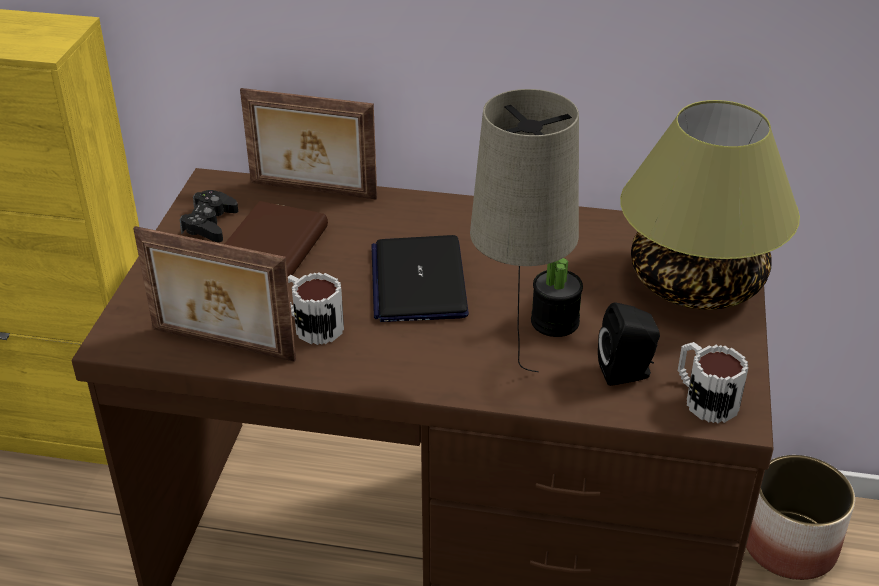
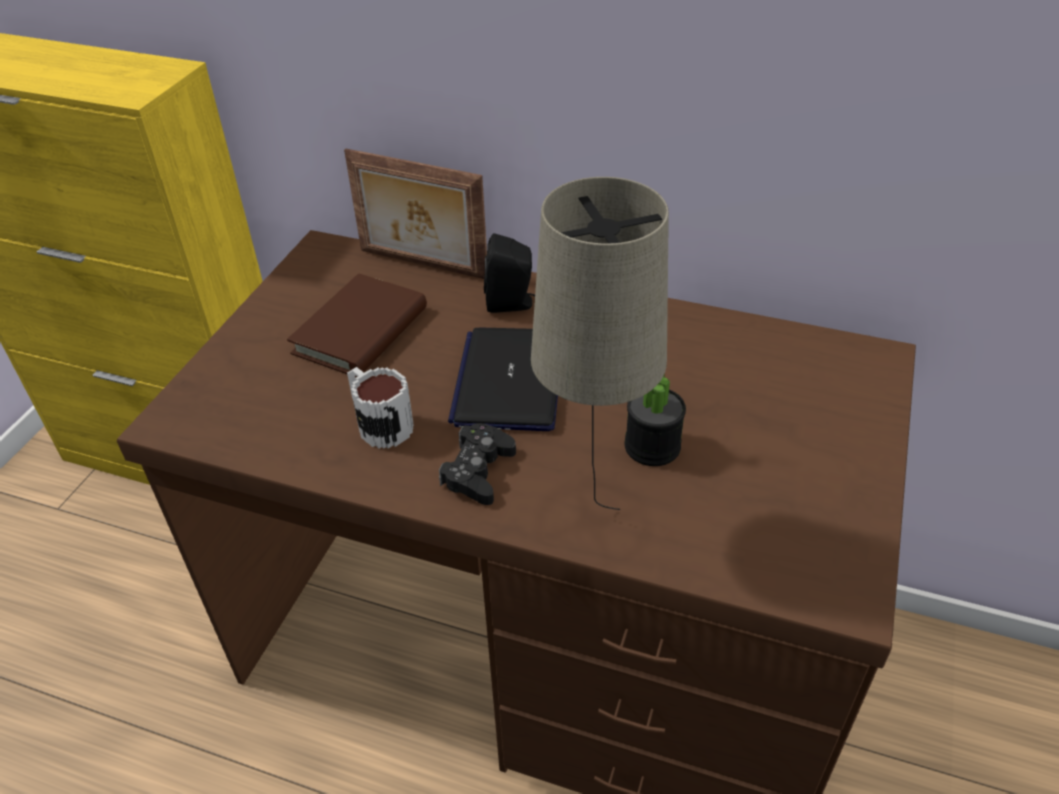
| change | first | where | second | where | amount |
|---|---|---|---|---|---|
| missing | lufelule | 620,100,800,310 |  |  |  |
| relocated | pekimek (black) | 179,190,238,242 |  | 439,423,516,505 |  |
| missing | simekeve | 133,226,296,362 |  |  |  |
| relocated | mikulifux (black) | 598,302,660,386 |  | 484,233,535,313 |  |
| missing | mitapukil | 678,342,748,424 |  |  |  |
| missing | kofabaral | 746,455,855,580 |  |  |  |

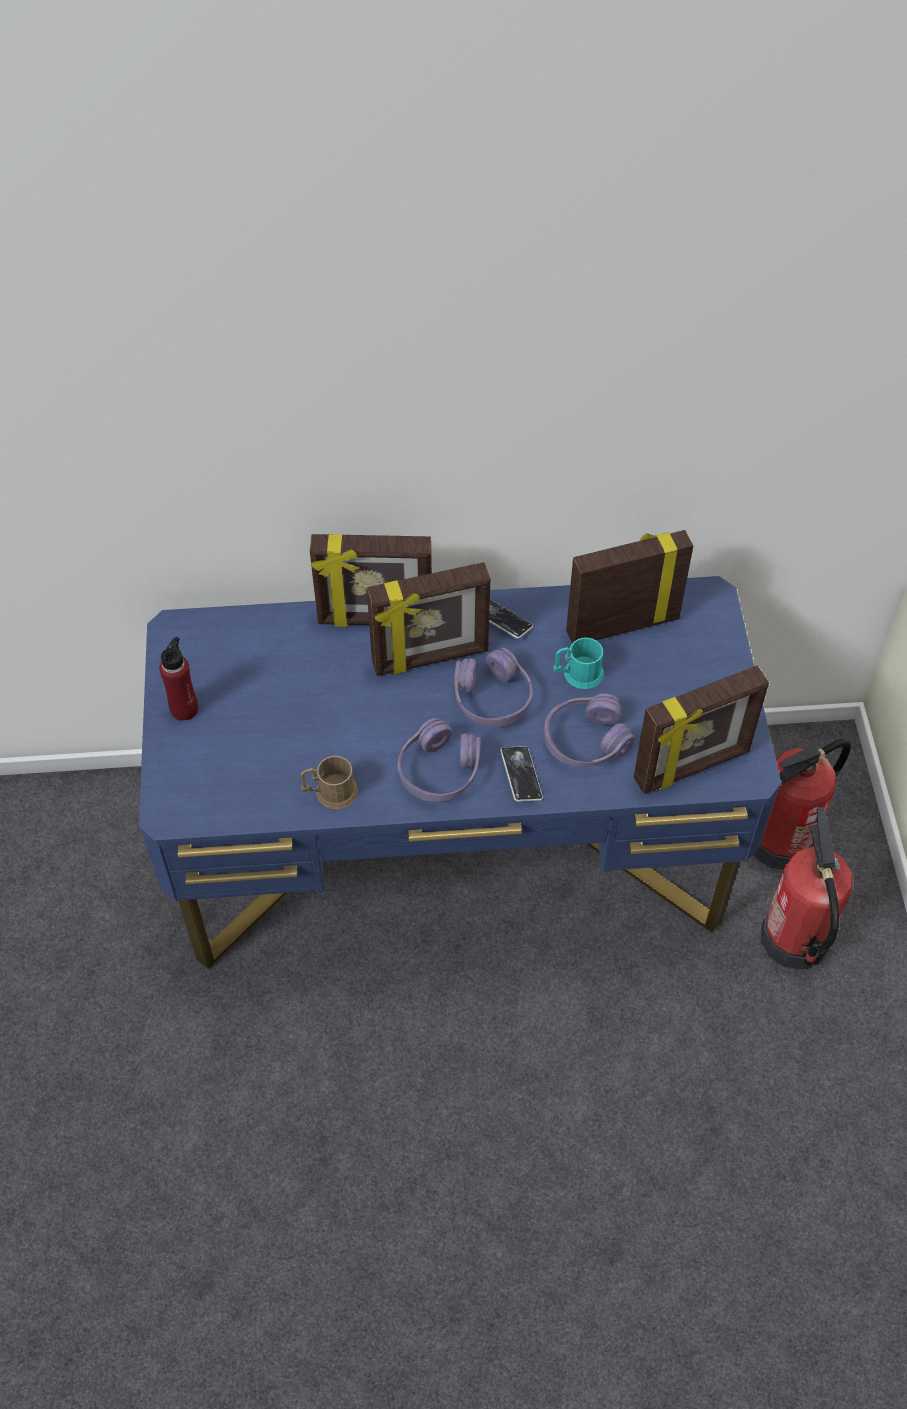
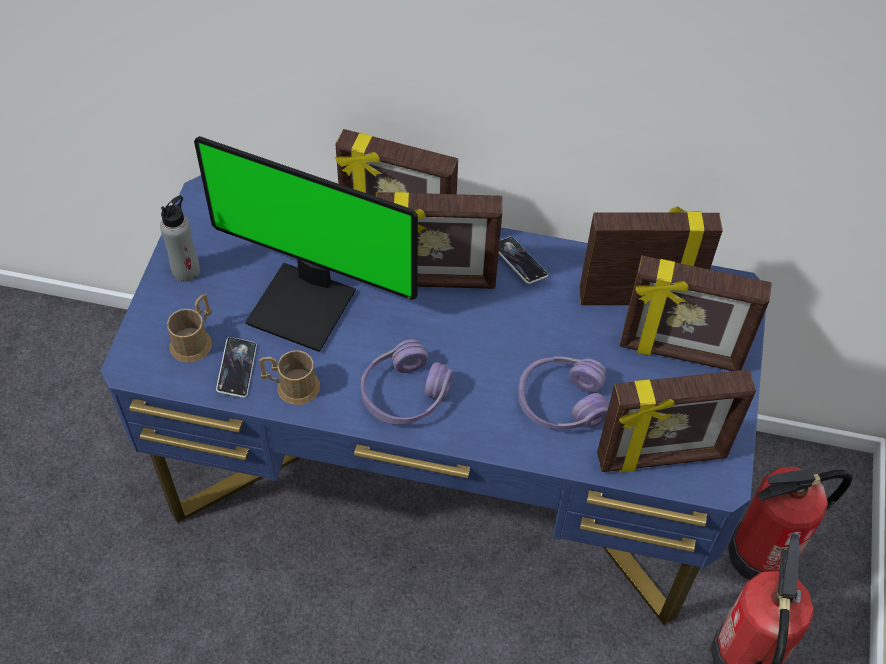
| change | first | where | second | where | amount |
|---|---|---|---|---|---|
| colour | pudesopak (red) | 159,637,198,721 | pudesopak (grey) | 160,196,200,282 |  |
| missing | mitapukil (turquoise) | 553,638,604,689 |  |  |  |
| missing | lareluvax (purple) | 454,648,533,727 |  |  |  |
| relocated | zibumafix | 500,746,543,802 |  | 216,337,257,398 |  |
| appeared |  |  | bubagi | 194,136,418,352 |  |
| appeared |  |  | simekeve | 620,256,772,371 |  |
| appeared |  |  | mitapukil (brown) | 167,294,212,363 |  |

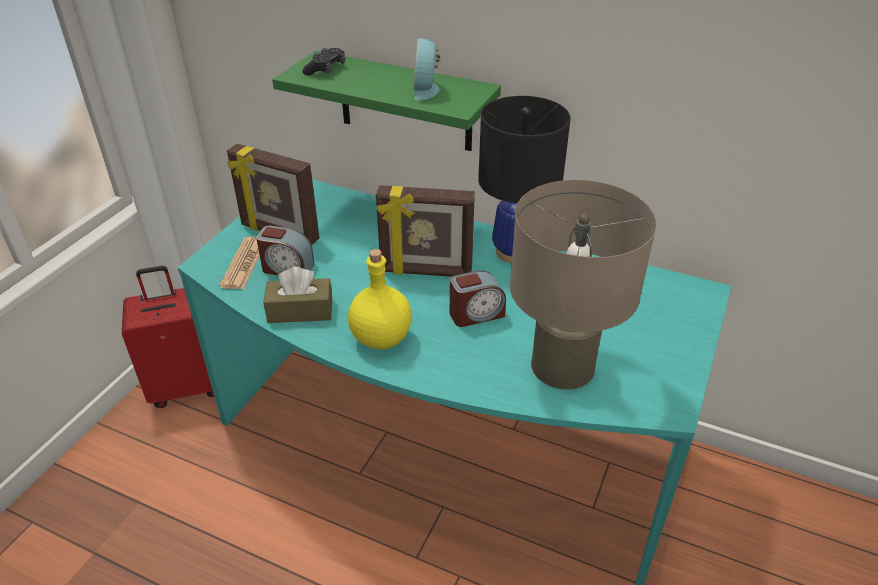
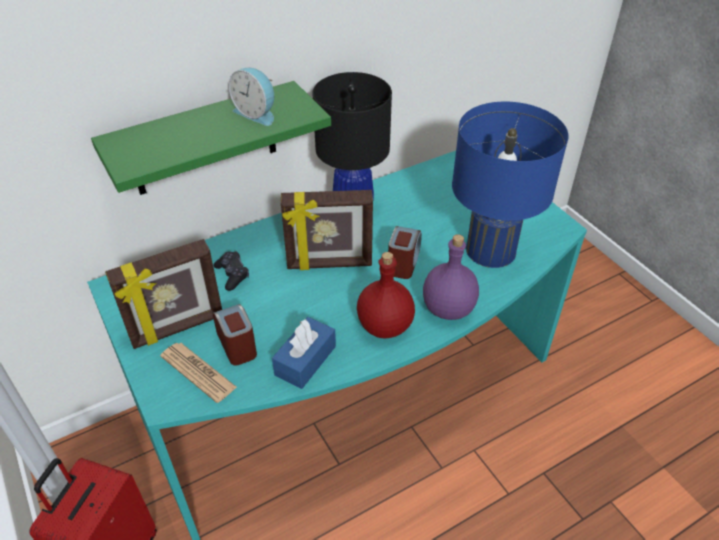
| change | first | where | second | where | amount |
|---|---|---|---|---|---|
| relocated | pekimek (black) | 303,48,345,75 |  | 213,251,249,291 |  |
| colour | lufelule (beige) | 510,180,656,389 | lufelule (blue) | 452,102,569,268 |  |
| spun | simekeve | 376,185,475,277 |  | 281,190,373,270 | 45 degrees clockwise |
| spun | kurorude | 256,226,314,275 |  | 213,304,257,366 | 75 degrees counterclockwise |
| colour | pudesopak (yellow) | 348,249,412,350 | pudesopak (red) | 357,252,415,339 |  |
| colour | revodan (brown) | 263,267,332,323 | revodan (blue) | 272,317,336,389 |  |
| appeared |  |  | pudesopak (purple) | 423,234,479,320 |  |

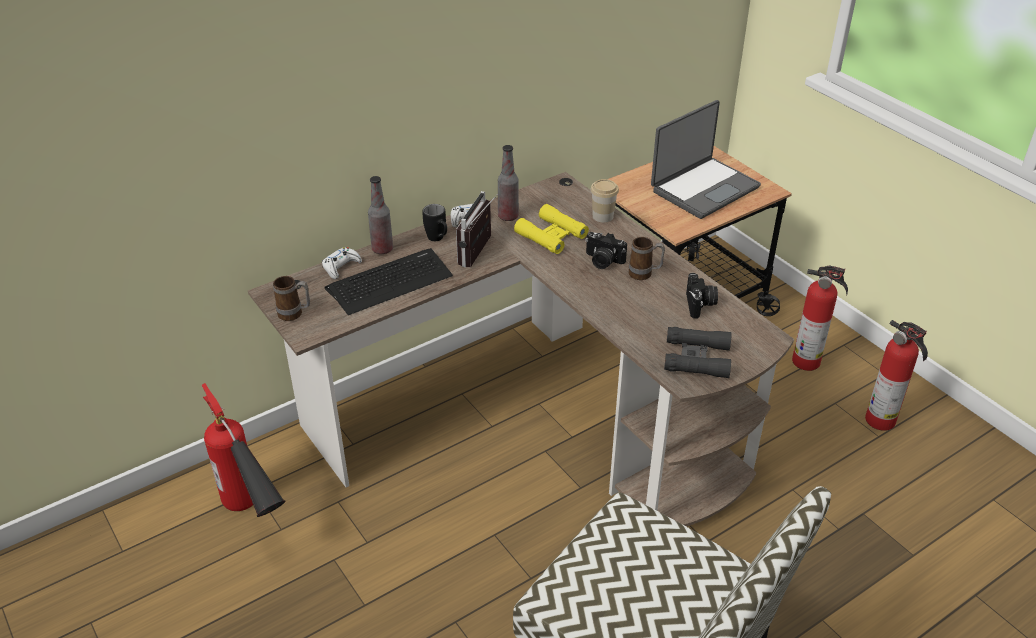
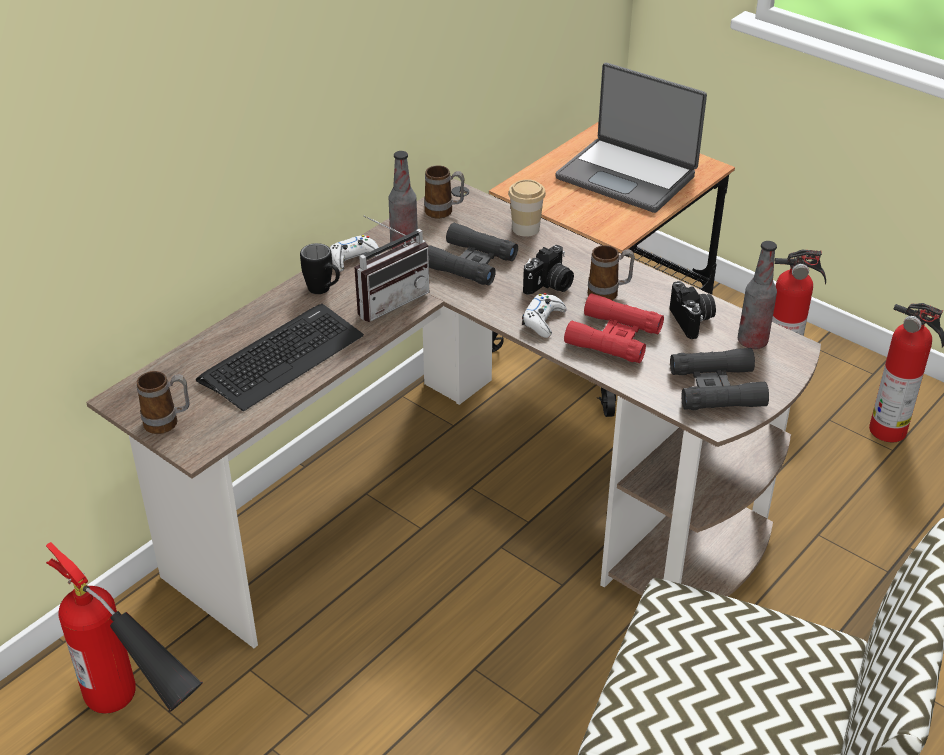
| change | first | where | second | where | amount |
|---|---|---|---|---|---|
| spun | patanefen | 651,100,761,219 |  | 555,63,707,213 | 90 degrees clockwise |
| relocated | pudesopak | 368,176,393,254 |  | 738,241,777,349 |  |
| spun | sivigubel | 456,191,498,267 |  | 354,216,429,322 | 135 degrees counterclockwise |
| colour | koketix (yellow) | 514,204,589,254 | koketix (black) | 428,223,518,286 |  |
| spun | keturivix | 585,232,627,269 |  | 523,245,574,295 | 60 degrees counterclockwise |
| relocated | pekimek (white) | 322,247,362,279 |  | 522,293,567,338 |  |
| appeared |  |  | mitapukil | 424,165,465,219 |  |
| appeared |  |  | koketix (red) | 564,293,664,363 |  |

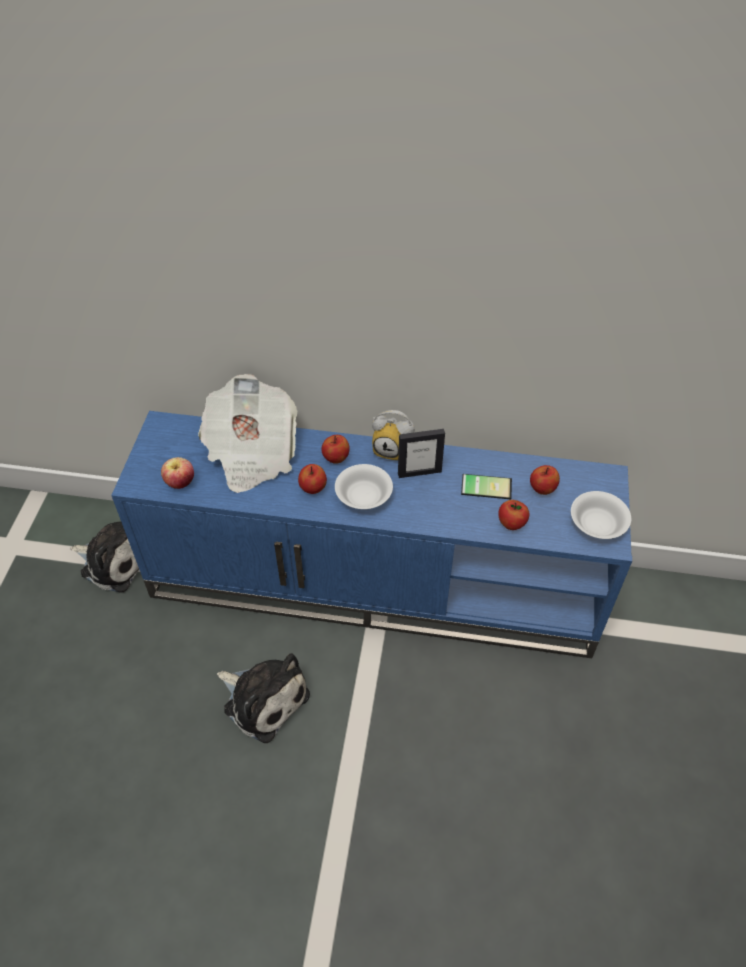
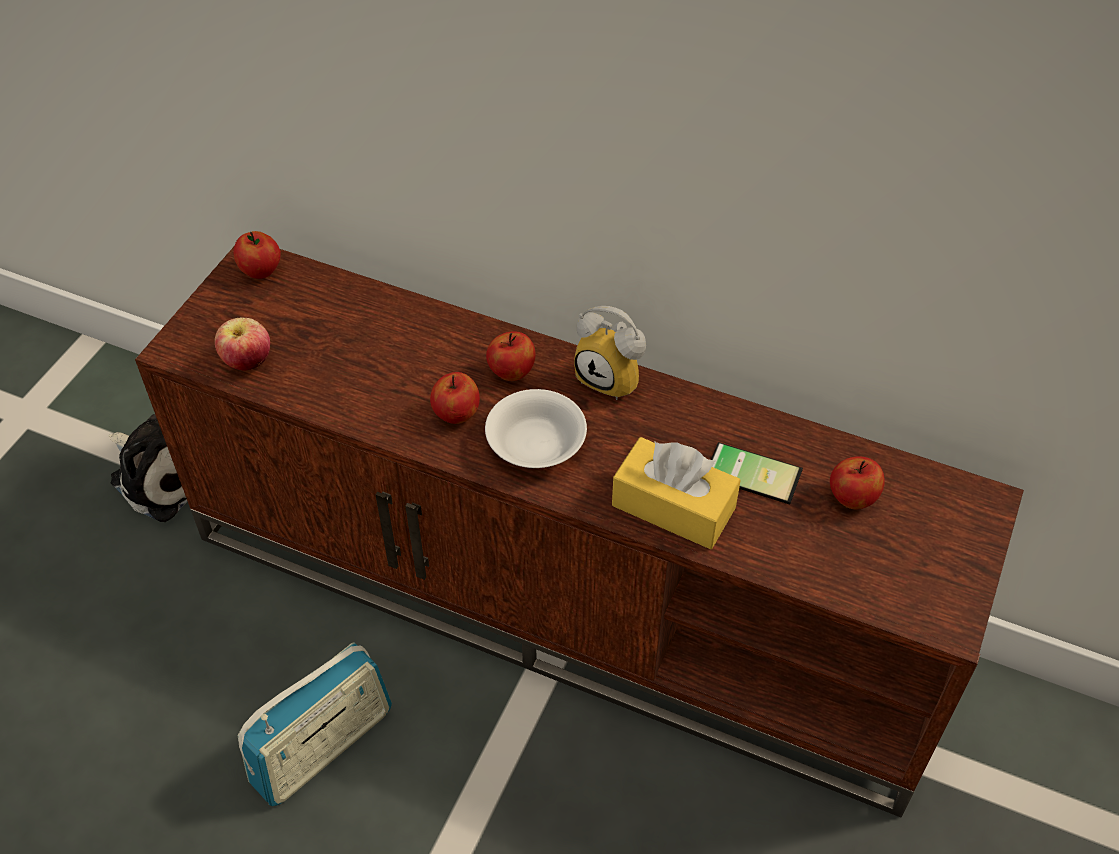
| change | first | where | second | where | amount |
|---|---|---|---|---|---|
| missing | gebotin | 198,374,298,493 |  |  |  |
| colour | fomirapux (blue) | 111,411,632,658 | fomirapux (brown) | 135,247,1024,817 |  |
| missing | simekeve | 398,429,445,478 |  |  |  |
| missing | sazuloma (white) | 571,491,631,539 |  |  |  |
| relocated | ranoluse | 498,500,529,530 |  | 234,231,281,279 |  |
| exchanged | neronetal | 217,653,310,743 | sivigubel | 237,642,392,807 |  |
| appeared |  |  | revodan (yellow) | 612,437,741,549 |  |

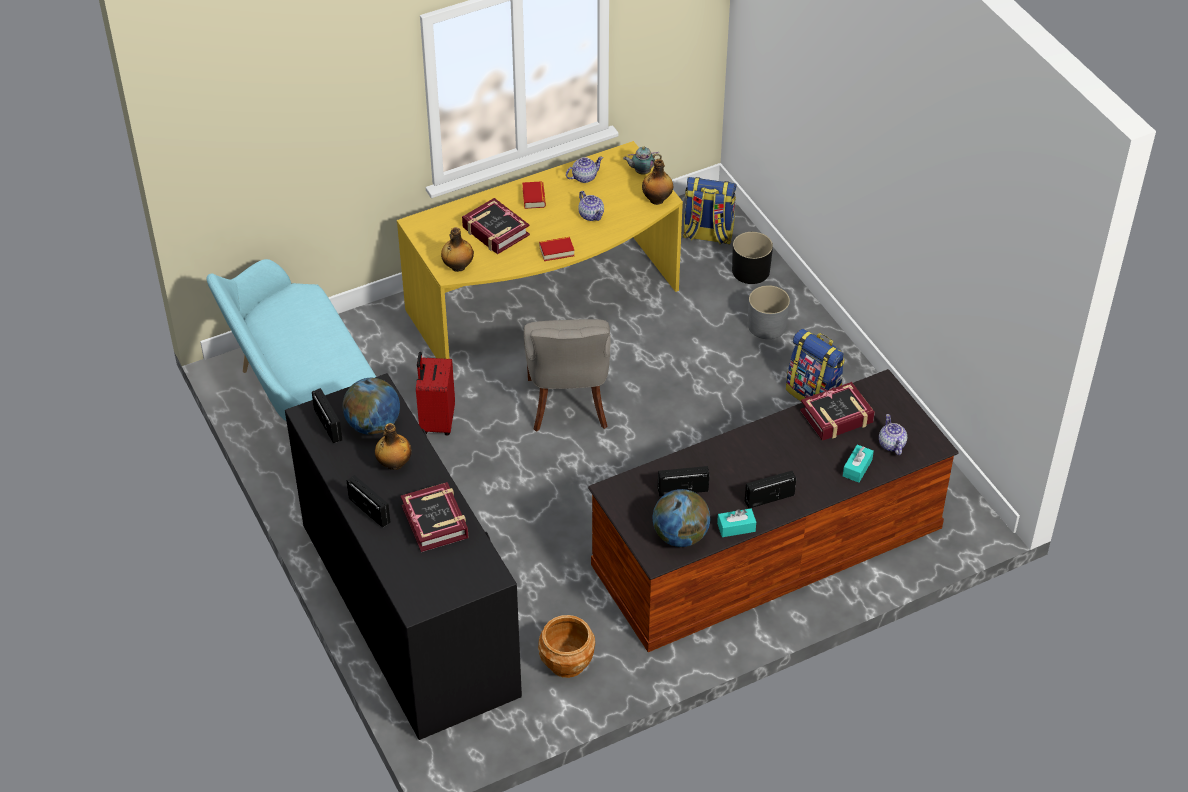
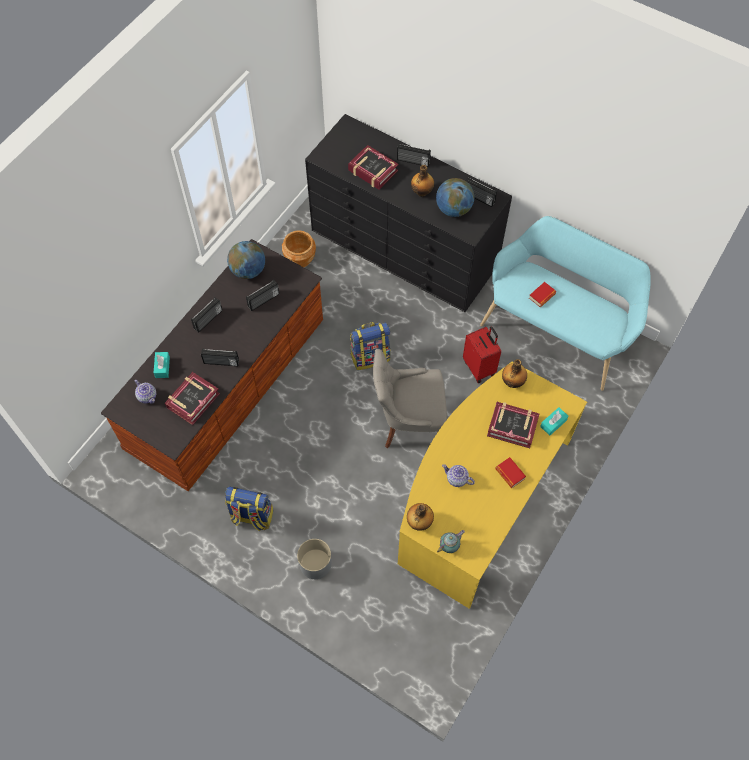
| change | first | where | second | where | amount |
|---|---|---|---|---|---|
| missing | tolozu | 566,156,603,183 |  |  |  |
| relocated | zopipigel | 683,177,737,244 |  | 350,322,391,370 |  |
| missing | kofabaral (black) | 732,232,773,284 |  |  |  |
| relocated | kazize | 539,237,574,261 |  | 529,282,556,307 |  |
| spun | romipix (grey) | 524,319,610,432 |  | 373,349,447,448 | 60 degrees counterclockwise |
| relocated | revodan (turquoise) | 717,508,756,537 |  | 540,407,568,435 |  |
| appeared |  |  | sivigubel | 201,348,239,366 |  |

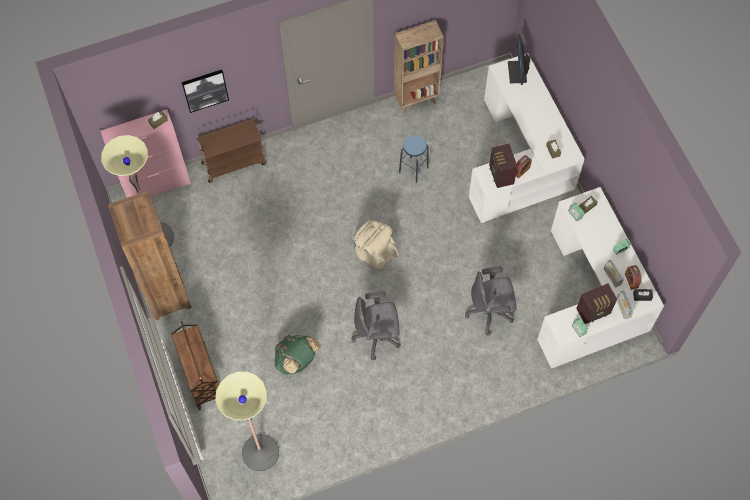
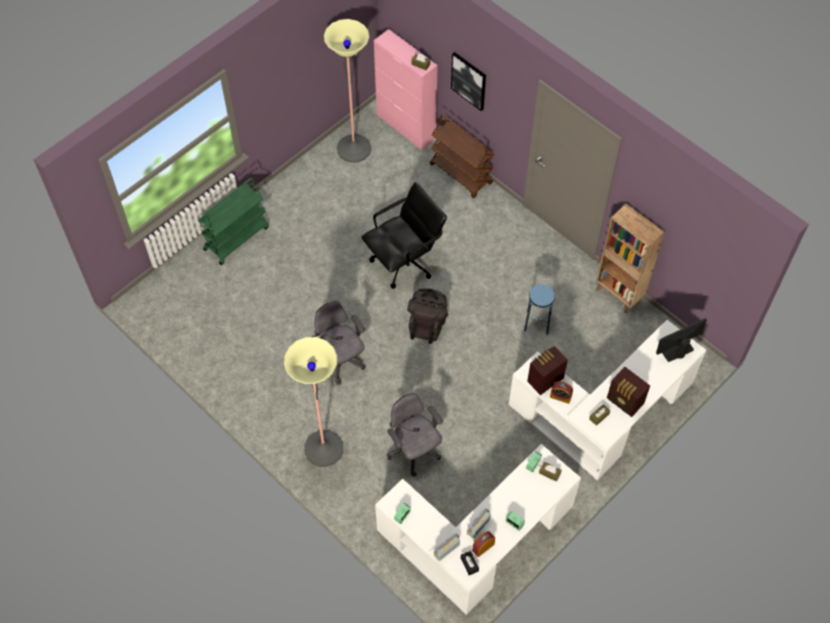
| change | first | where | second | where | amount |
|---|---|---|---|---|---|
| missing | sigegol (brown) | 108,191,192,320 |  |  |  |
| colour | zopipigel (beige) | 354,220,400,270 | zopipigel (black) | 407,288,448,344 |  |
| relocated | sivigubel | 576,283,617,324 |  | 607,366,650,417 |  |
| colour | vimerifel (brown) | 171,322,219,410 | vimerifel (green) | 198,178,269,265 |  |
| missing | zopipigel (green) | 274,335,321,375 |  |  |  |
| relocated | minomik | 215,371,279,471 |  | 284,337,343,467 |  |
| appeared |  |  | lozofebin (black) | 361,182,447,289 |  |

